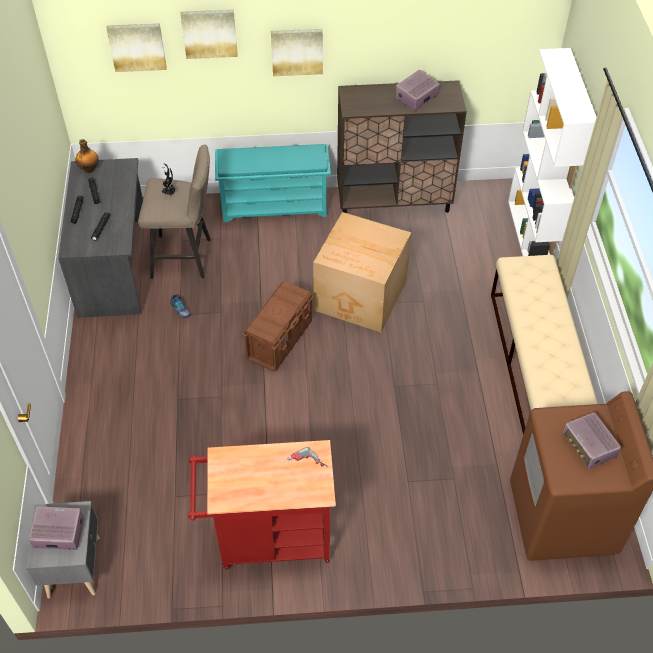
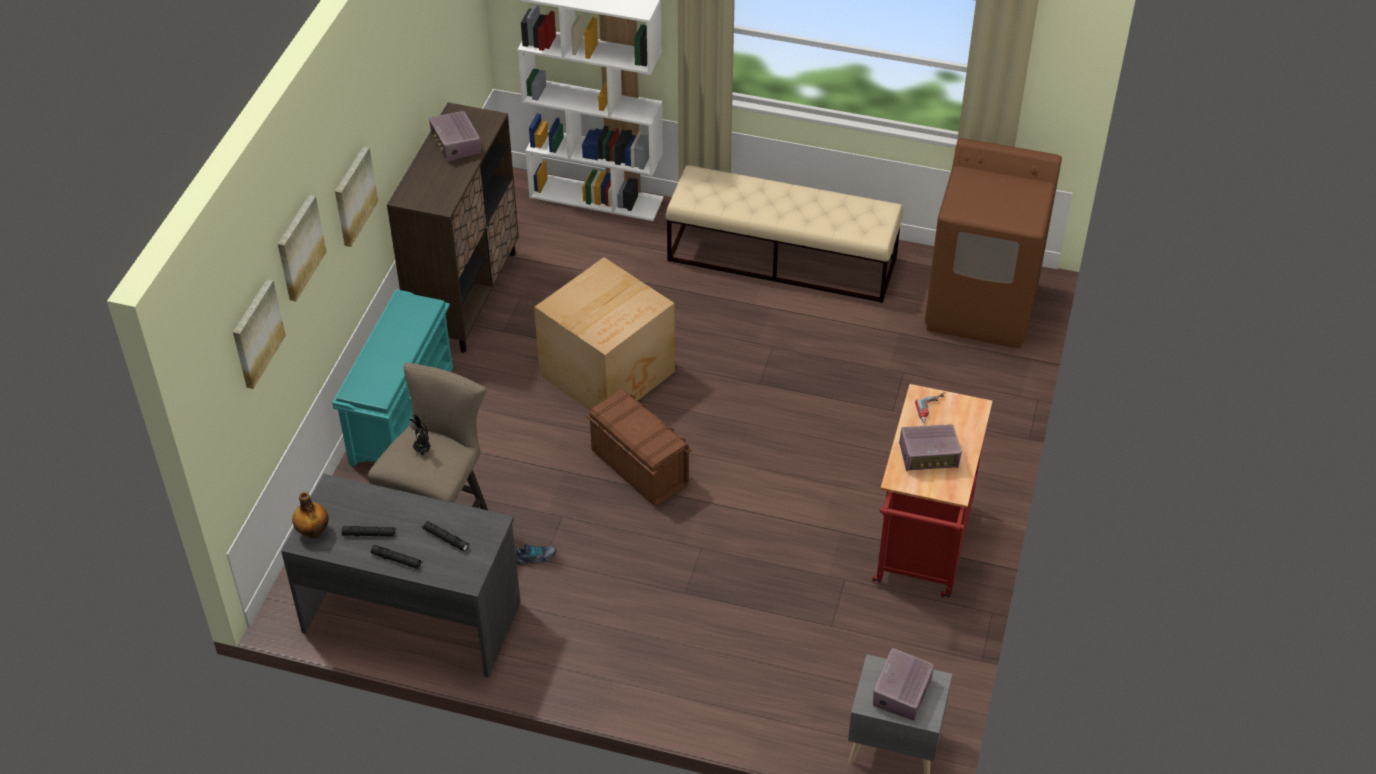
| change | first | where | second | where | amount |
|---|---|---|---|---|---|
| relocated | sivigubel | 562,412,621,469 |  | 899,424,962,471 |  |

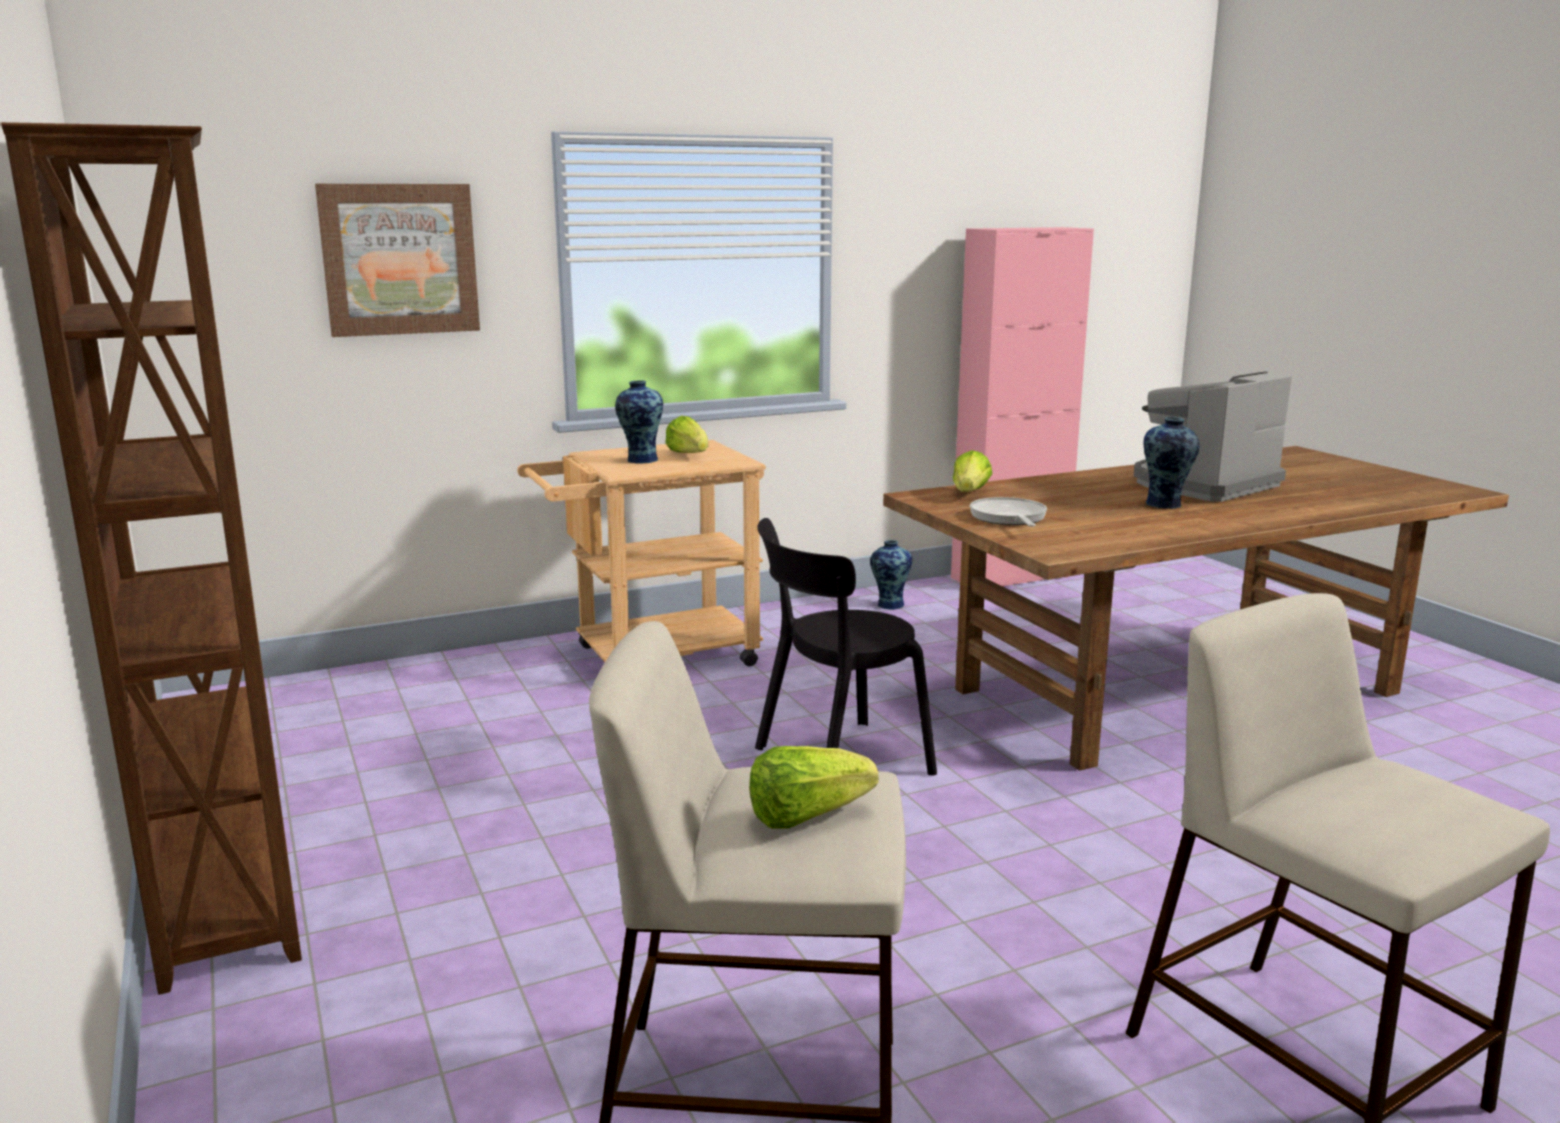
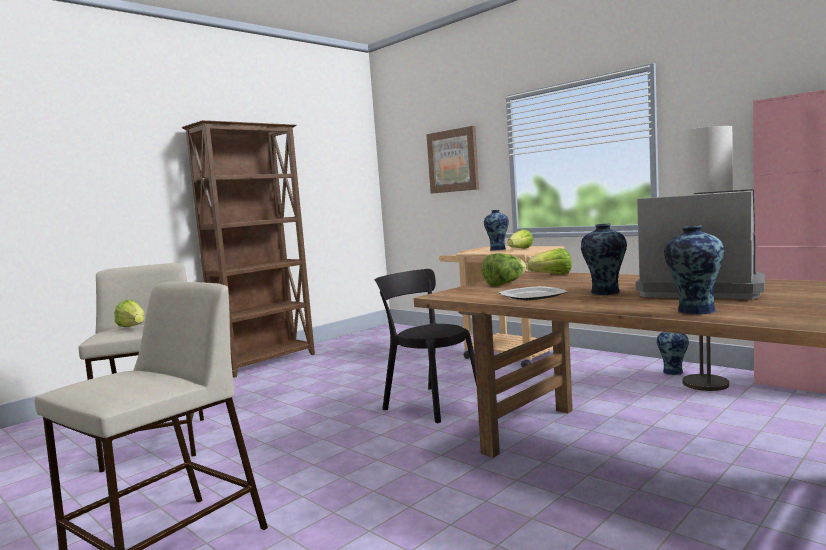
| change | first | where | second | where | amount |
|---|---|---|---|---|---|
| exchanged | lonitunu | 970,497,1047,527 | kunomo | 481,253,527,286 |  |
| appeared |  |  | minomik | 673,126,733,391 |  |
| appeared |  |  | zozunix | 664,225,724,315 |  |
| appeared |  |  | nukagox | 499,286,567,300 |  |

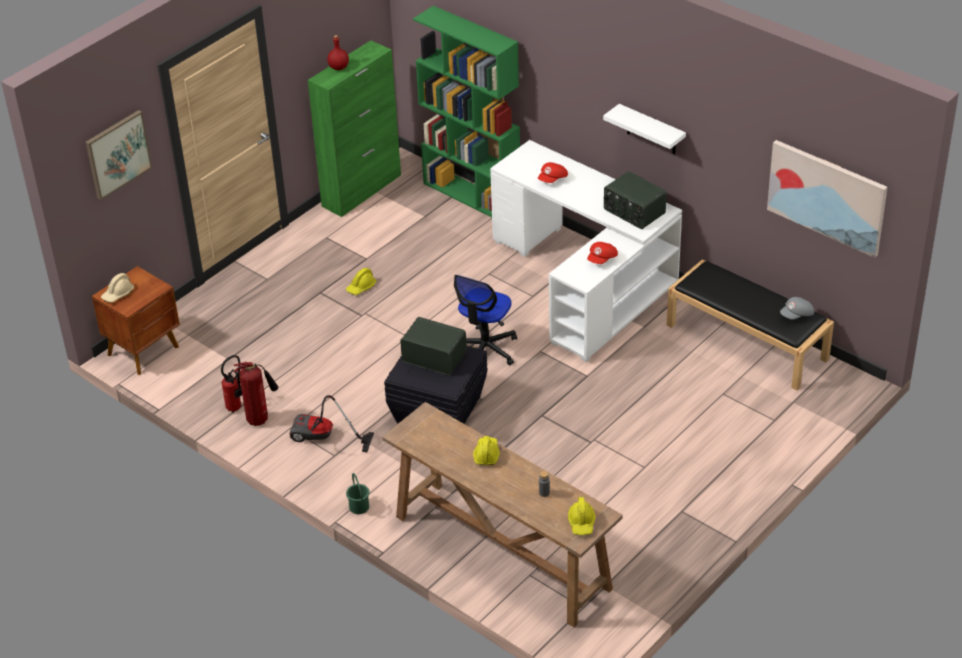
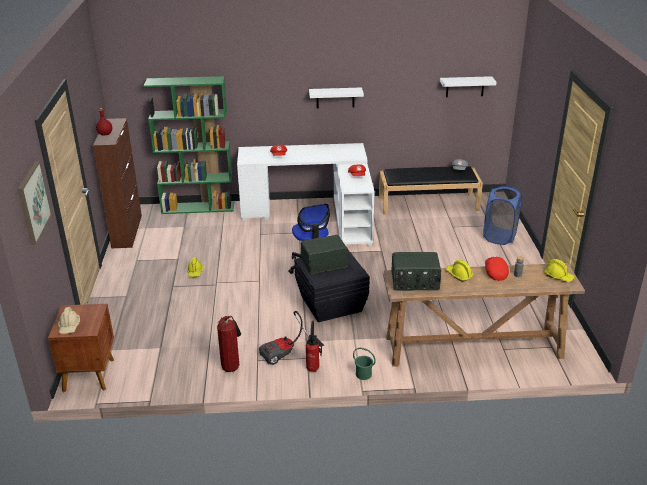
| change | first | where | second | where | amount |
|---|---|---|---|---|---|
| colour | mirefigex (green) | 308,40,401,217 | mirefigex (brown) | 93,118,142,248 |  |
| exchanged | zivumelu | 767,140,887,258 | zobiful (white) | 440,76,497,97 |  |
| relocated | sivigubel | 604,171,667,229 |  | 391,252,441,291 |  |
| relocated | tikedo | 221,355,242,412 |  | 306,321,322,372 |  |
| appeared |  |  | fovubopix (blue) | 483,186,522,245 |  |
| appeared |  |  | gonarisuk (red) | 485,256,509,281 |  |

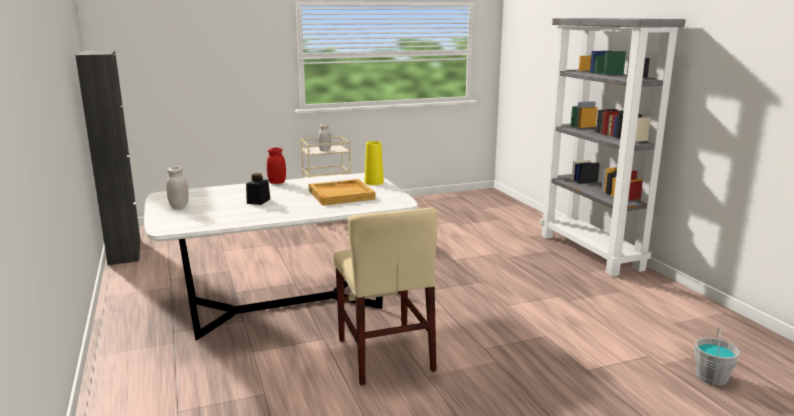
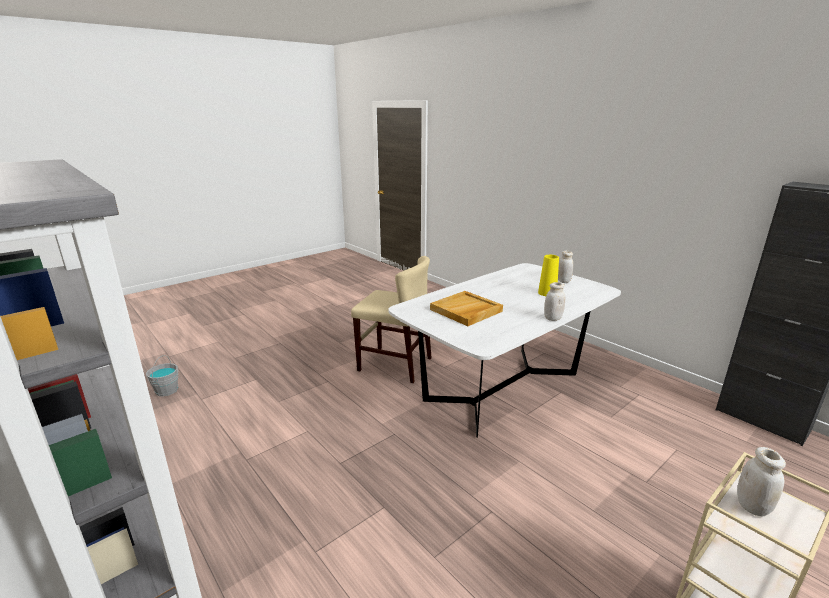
| change | first | where | second | where | amount |
|---|---|---|---|---|---|
| relocated | zozunix (yellow) | 365,141,384,185 |  | 538,255,559,296 |  |
| colour | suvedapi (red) | 267,148,286,184 | suvedapi (white) | 544,282,565,321 |  |
| missing | suvedapi (black) | 246,173,270,205 |  |  |  |
| spun | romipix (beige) | 333,207,437,385 |  | 351,256,432,383 | 150 degrees clockwise |

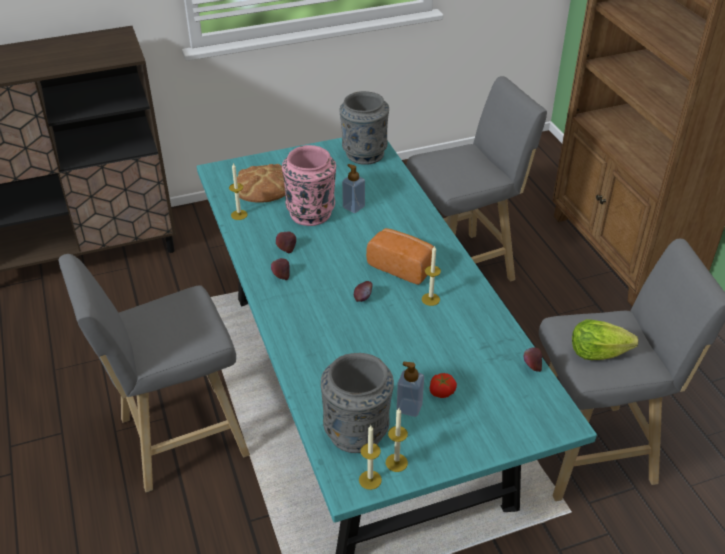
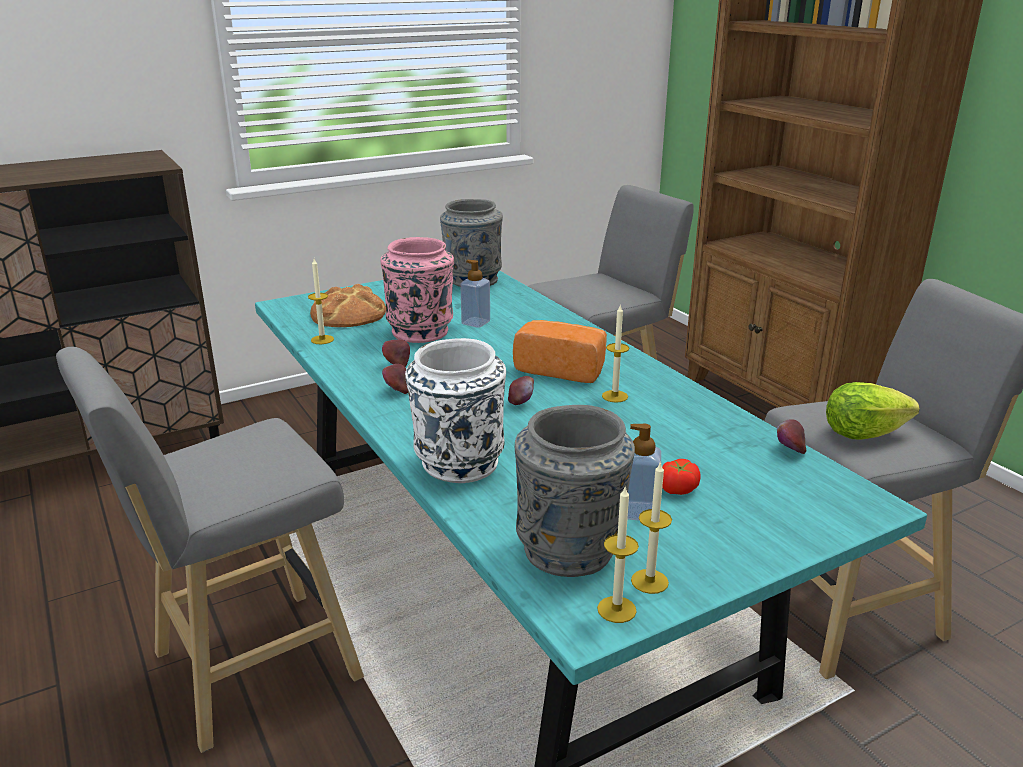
| change | first | where | second | where | amount |
|---|---|---|---|---|---|
| appeared |  |  | zozunix (white) | 405,338,506,483 |  |

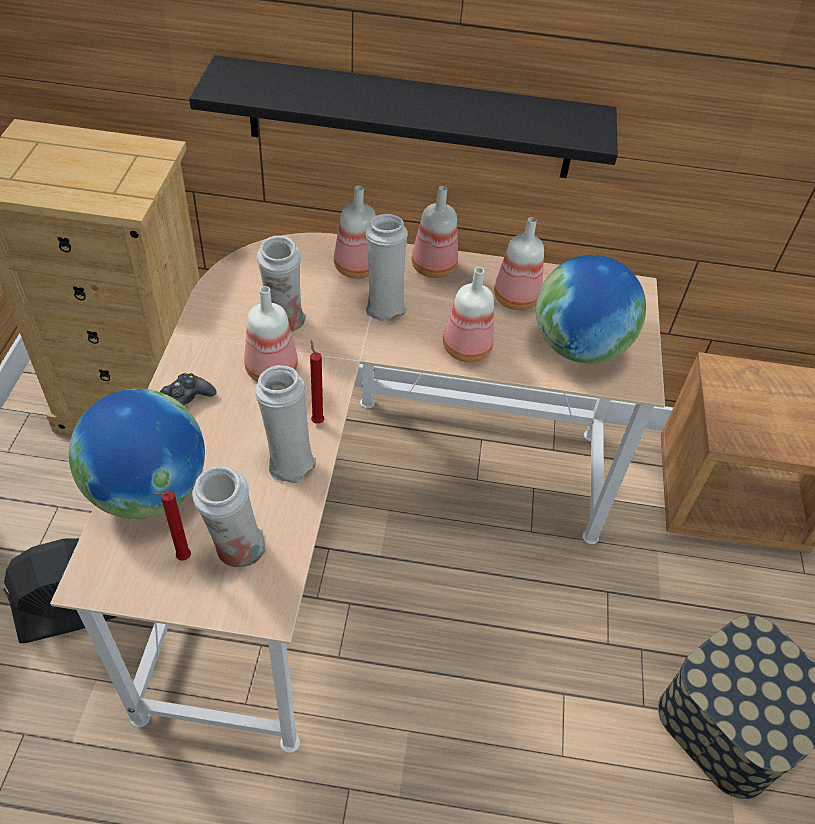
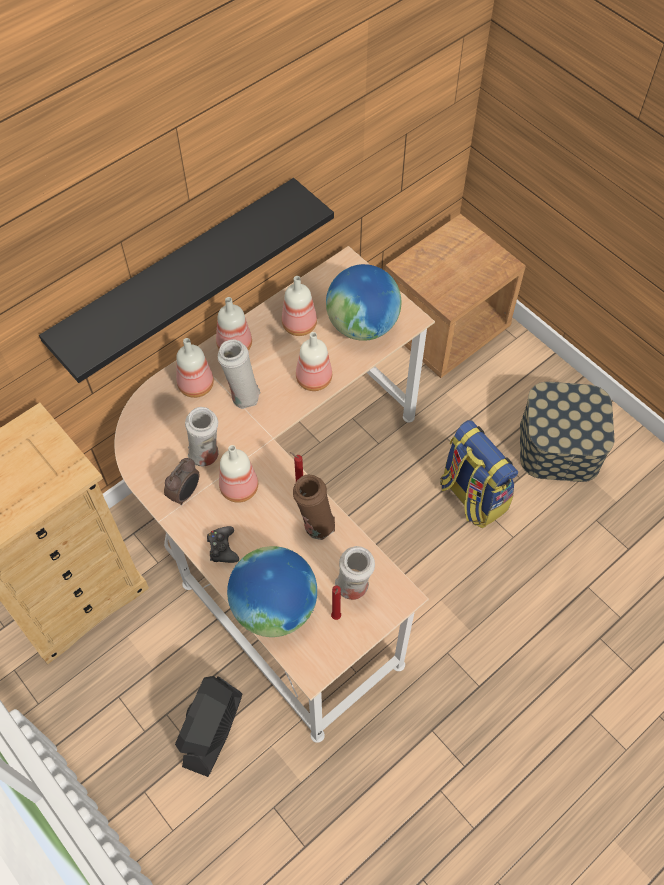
| change | first | where | second | where | amount |
|---|---|---|---|---|---|
| colour | zozunix (white) | 255,365,316,483 | zozunix (brown) | 293,475,335,540 |  |
| appeared |  |  | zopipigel | 440,420,518,528 |  |
| appeared |  |  | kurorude | 164,458,199,505 |  |

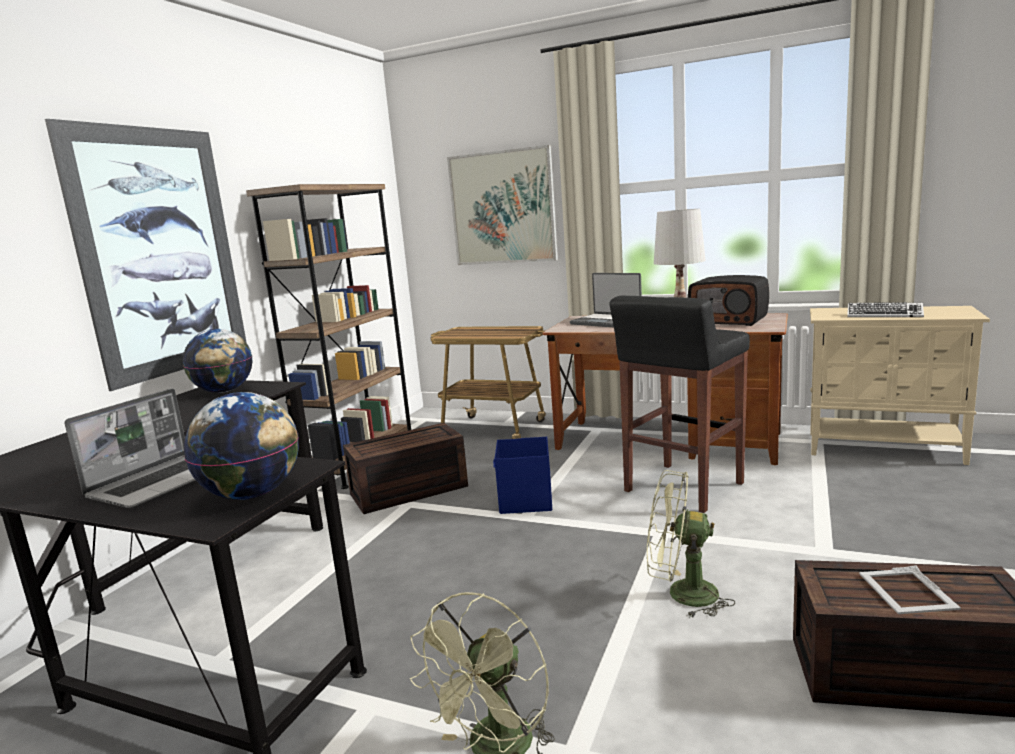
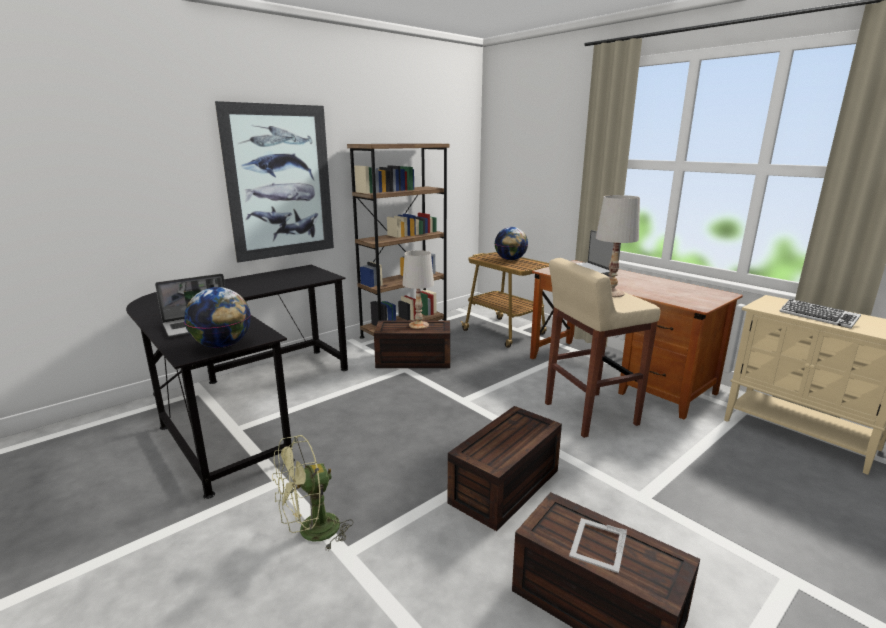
| change | first | where | second | where | amount |
|---|---|---|---|---|---|
| missing | zivumelu | 447,145,558,265 |  |  |  |
| missing | sivigubel | 688,275,769,326 |  |  |  |
| colour | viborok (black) | 610,295,750,513 | viborok (beige) | 545,258,661,438 |  |
| relocated | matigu | 183,329,253,393 |  | 494,227,528,260 |  |
| missing | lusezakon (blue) | 493,437,552,514 |  |  |  |
| exchanged | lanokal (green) | 647,470,735,618 | lusezakon (brown) | 448,406,562,531 |  |
| appeared |  |  | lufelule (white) | 402,250,434,329 |  |

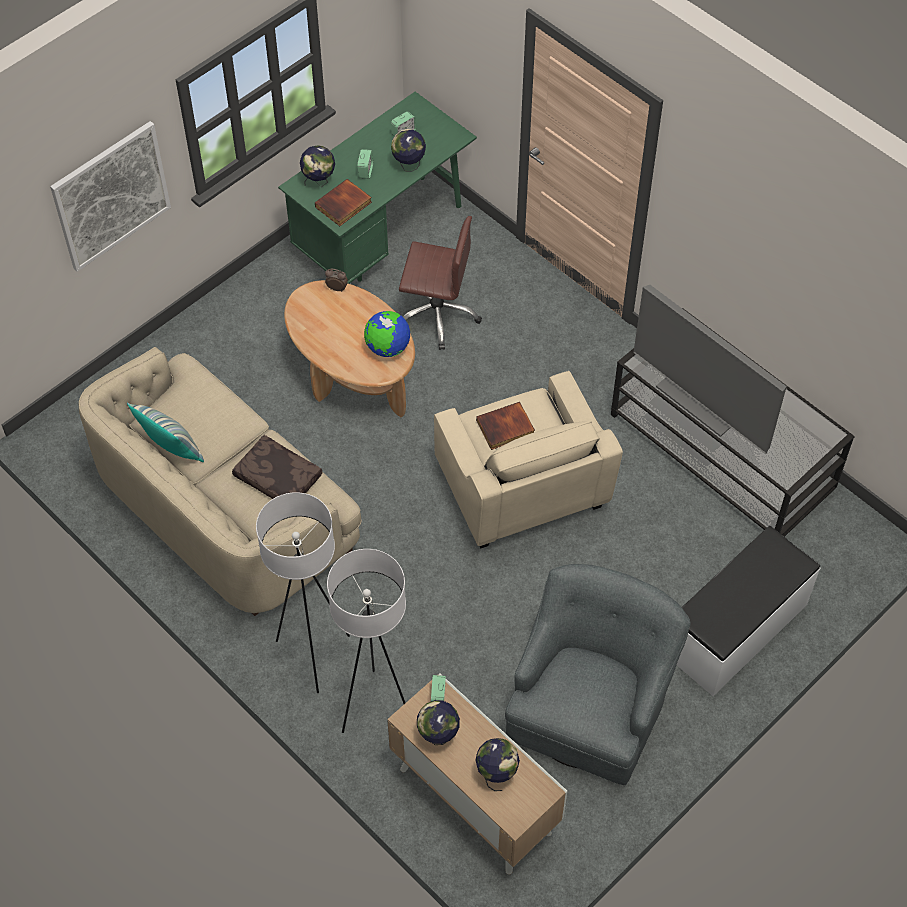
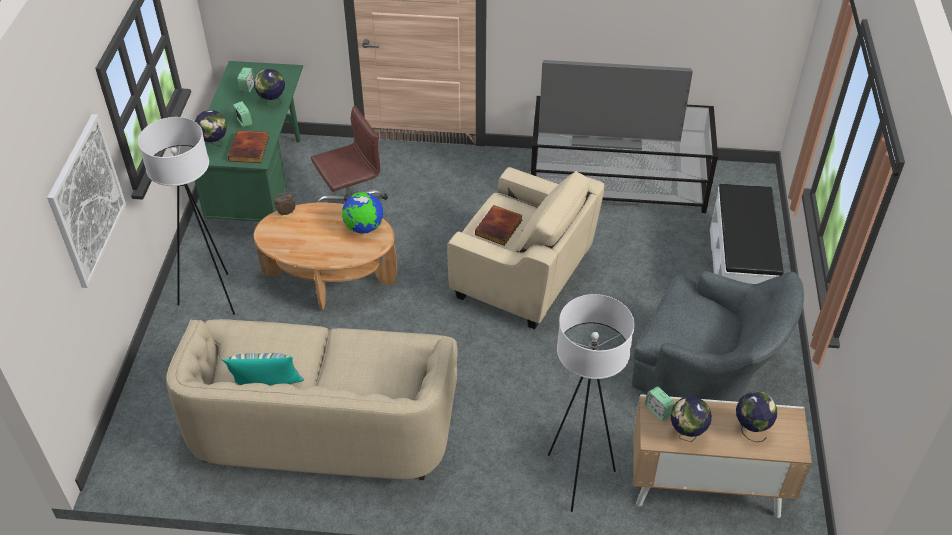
| change | first | where | second | where | amount |
|---|---|---|---|---|---|
| missing | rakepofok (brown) | 232,435,323,499 |  |  |  |
| relocated | minomik (white) | 256,492,350,693 |  | 138,117,235,315 |  |
| spun | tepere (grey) | 505,564,691,785 |  | 632,271,804,402 | 135 degrees clockwise |

